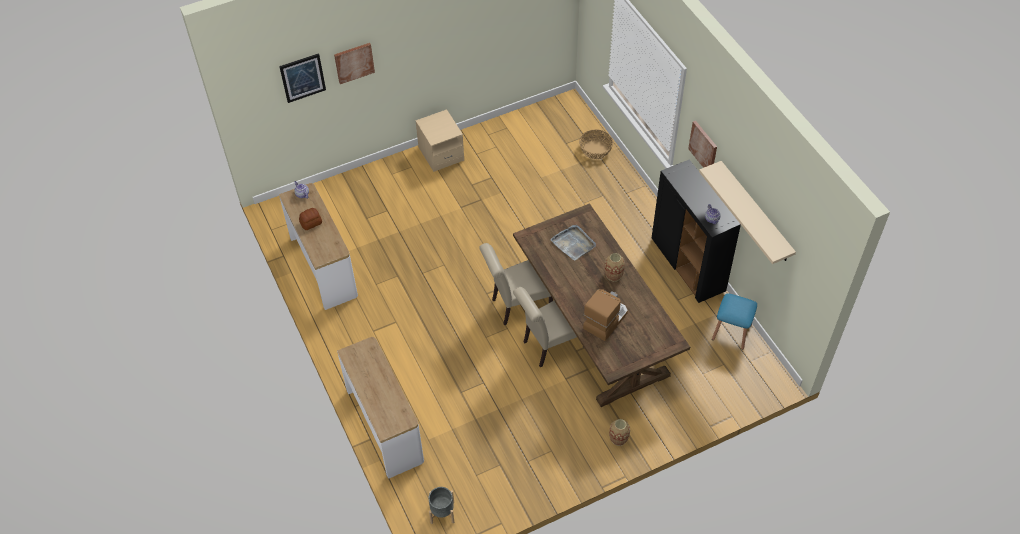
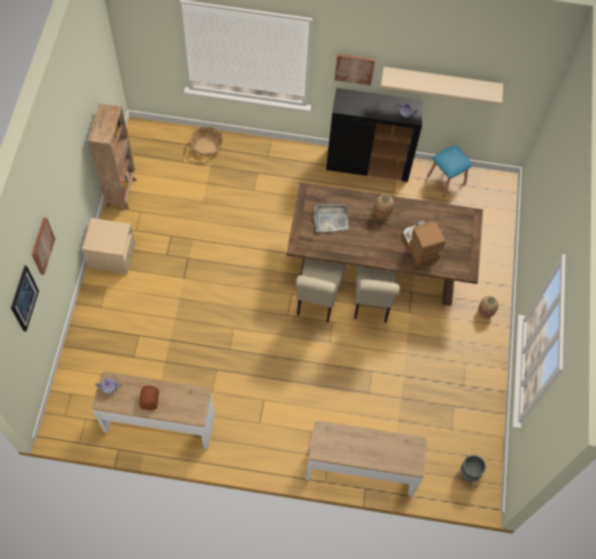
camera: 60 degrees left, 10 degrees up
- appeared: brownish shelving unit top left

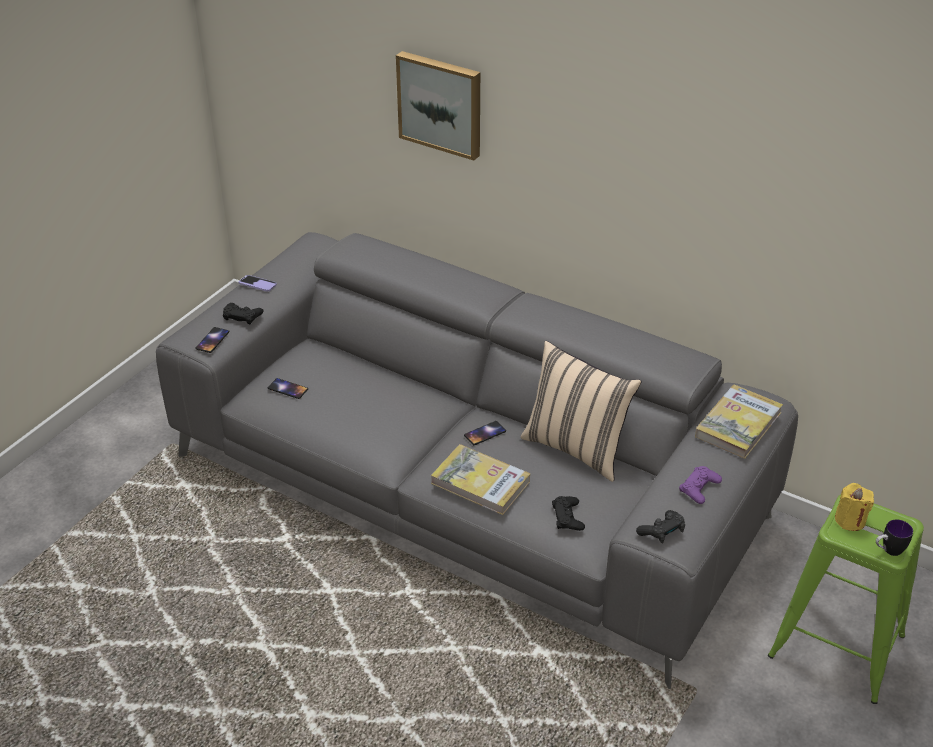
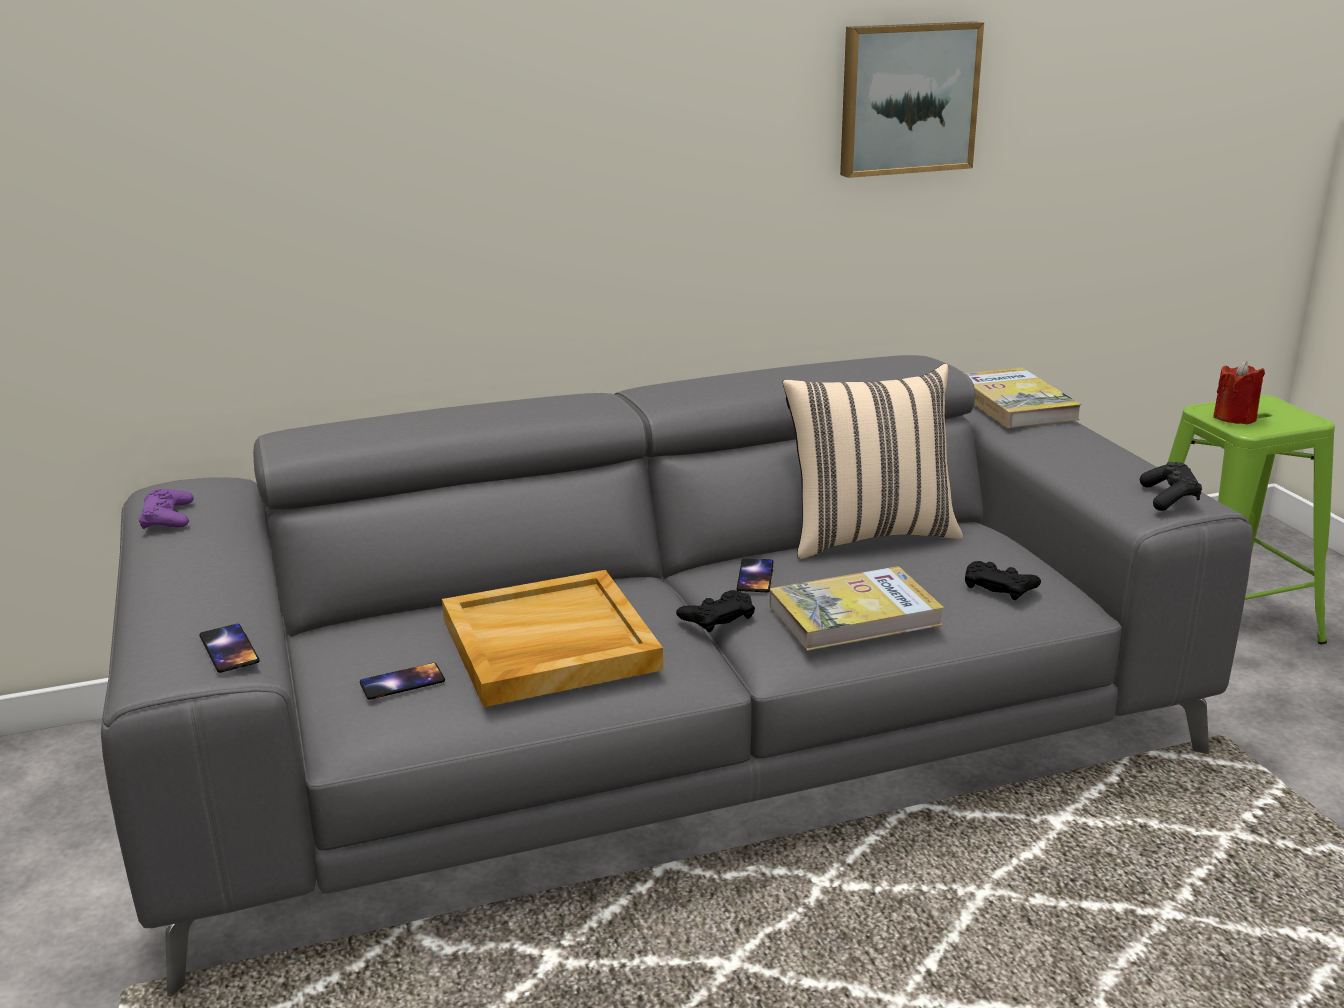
camera: 50 degrees left, 15 degrees down
- missing: telephone (no. 2 from left) middle left
- missing: coffee mug bottom right
- appeared: sand-coloured carrying tray centre
- relocated: black game controller (no. 1 from left) middle left to centre
- relocated: wall art top centre to top right
- relocated: purple game controller middle right to middle left
- colour: yellow wax candle bottom right to reddish wax candle middle right

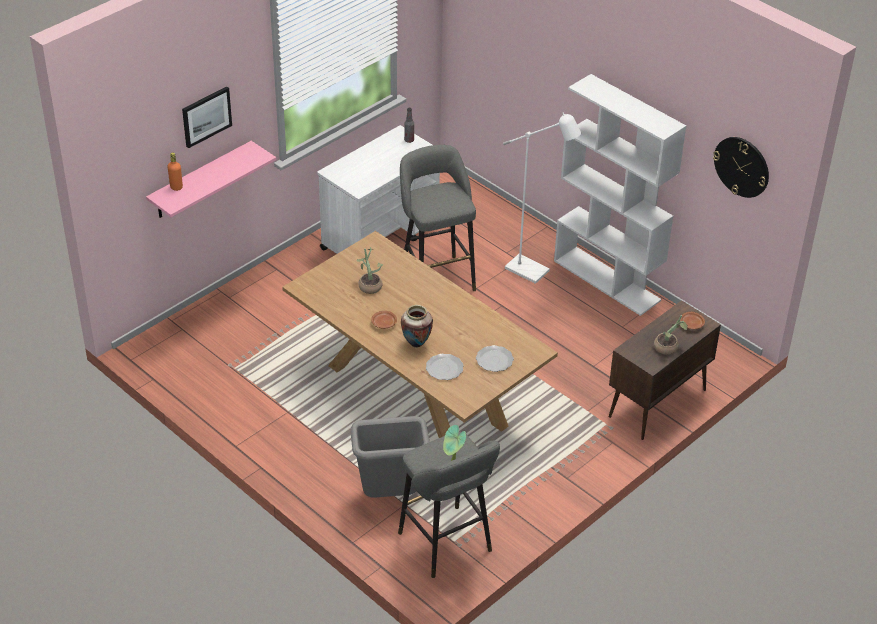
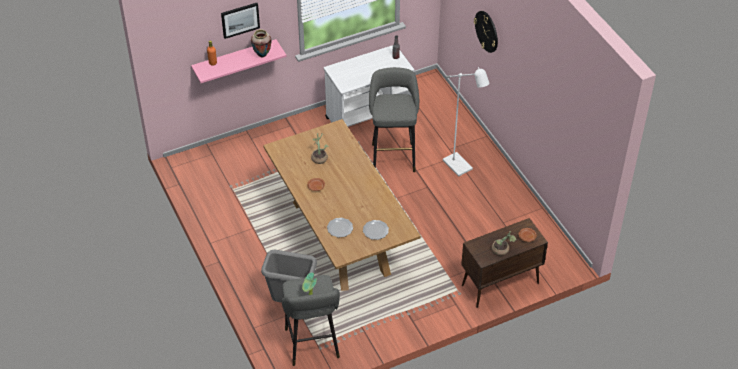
camera: 20 degrees right, 5 degrees up
- missing: white shelving unit top right
- relocated: flower vase centre to top centre
- relocated: wall clock top right to top centre

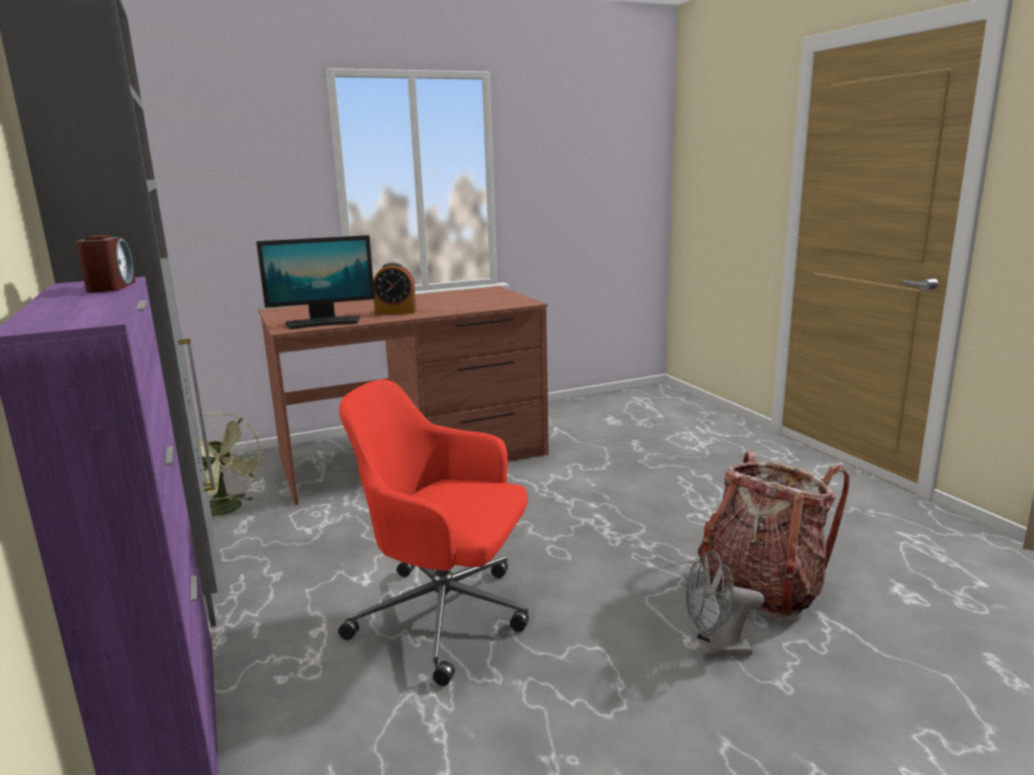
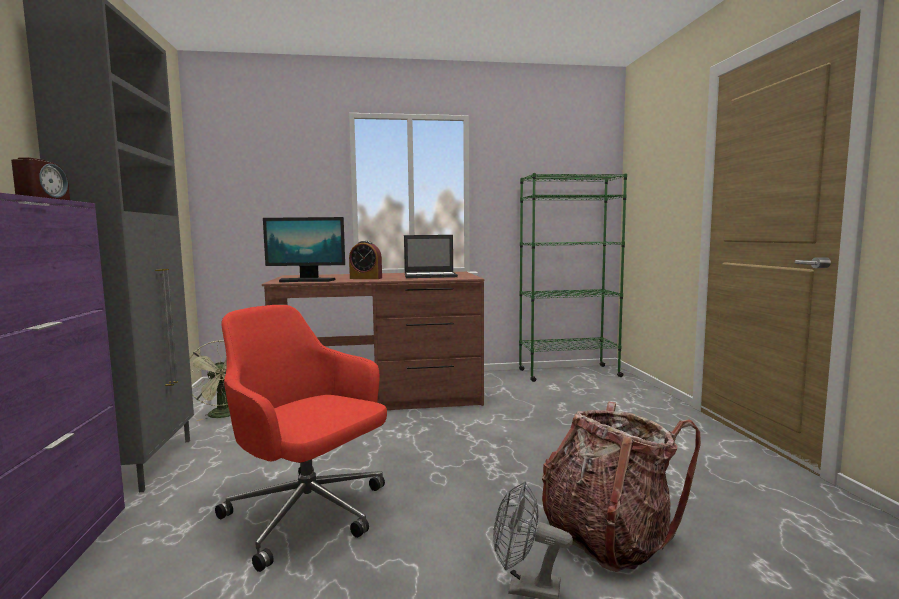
camera: 15 degrees right, 10 degrees down
- appeared: laptop centre
- appeared: green shelving unit centre

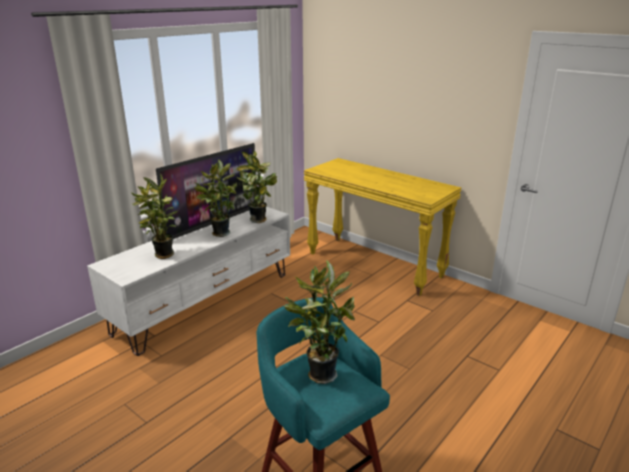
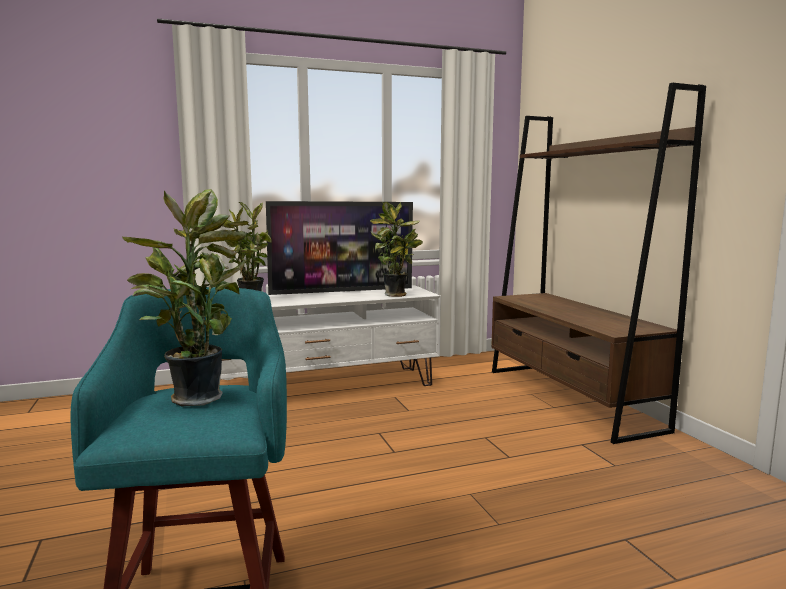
camera: 30 degrees right, 15 degrees down
- missing: houseplant (no. 2 from left) centre
- exchanged: yellow hall table centre to brownish shelving unit middle right

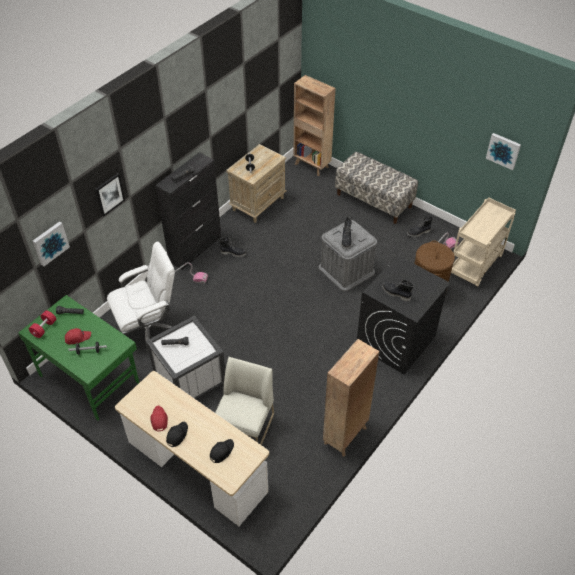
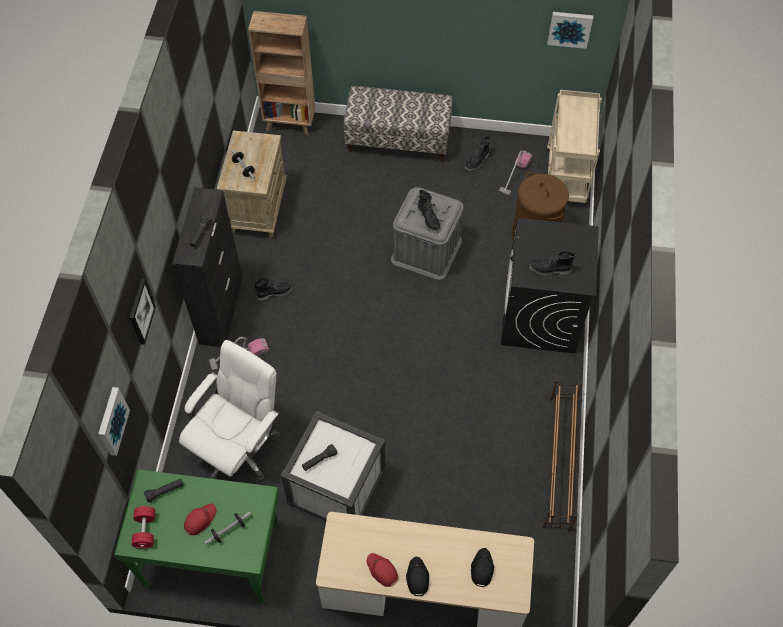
camera: 30 degrees left, 10 degrees up
- missing: white plain chair bottom centre
- exchanged: brownish shelving unit (no. 2 from left) bottom centre to brownish shoe shelf bottom right

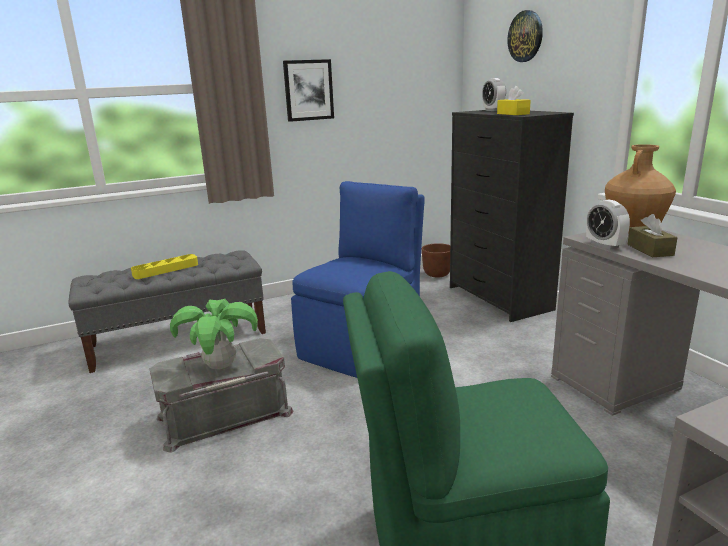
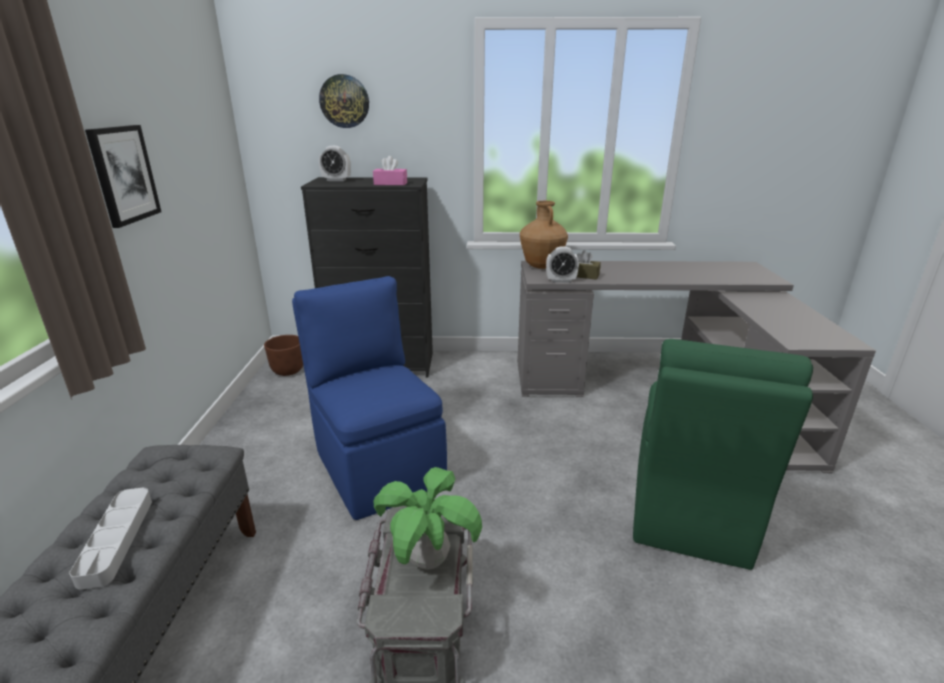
camera: 65 degrees left, 5 degrees up
- colour: yellow carrying tray middle left to gray carrying tray bottom left
- colour: yellow tissue holder top right to pink tissue holder top centre

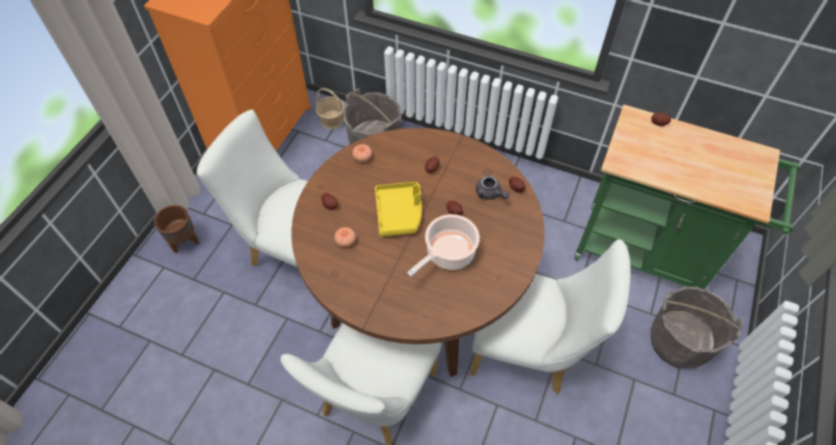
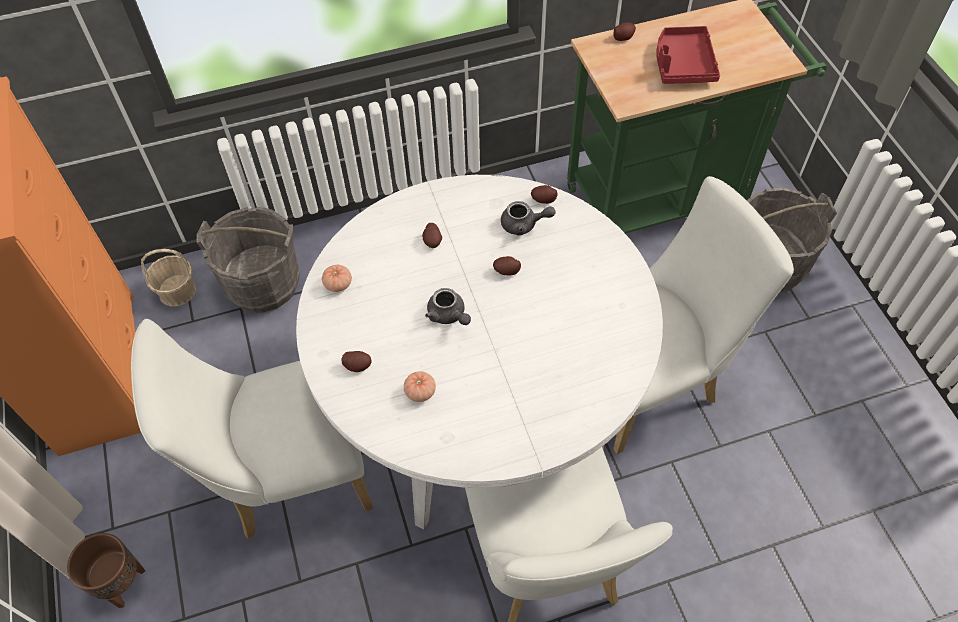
camera: 40 degrees left, 0 degrees up
- missing: saucepot centre
- appeared: reddish carrying tray top right
- exchanged: yellow carrying tray centre to gray pot for tea (no. 1 from left) centre
- colour: brownish dining table centre to white dining table centre

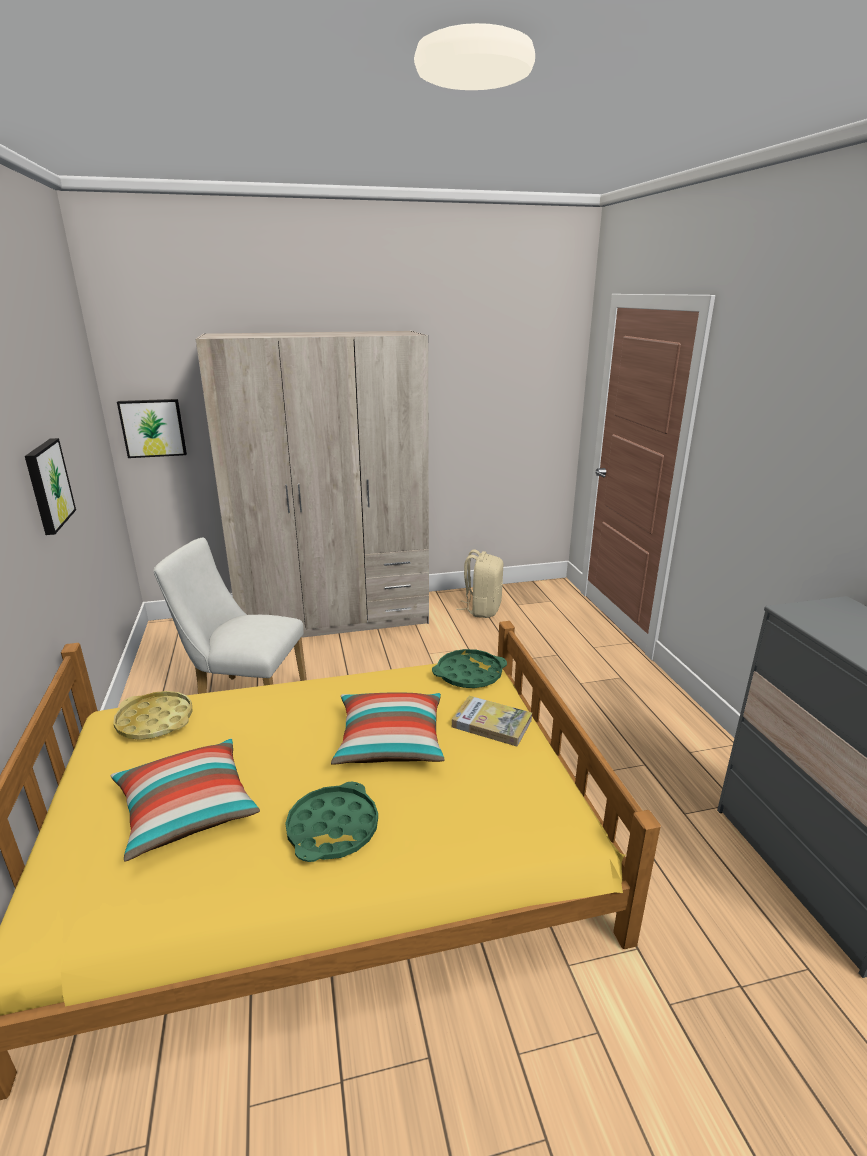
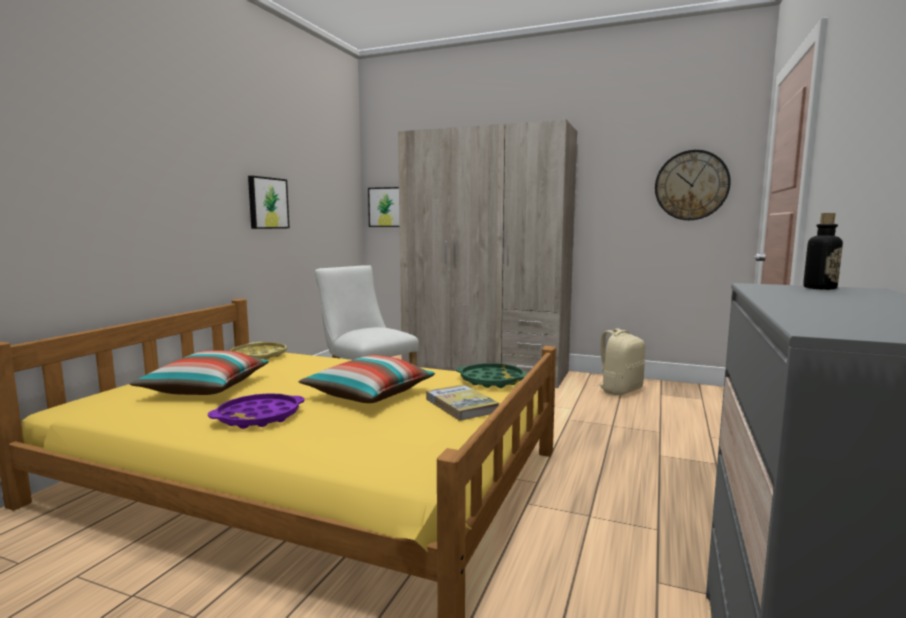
camera: 35 degrees right, 15 degrees down
- appeared: wall clock top right
- appeared: beverage bottle middle right
- colour: green carrying tray (no. 1 from left) bottom centre to purple carrying tray middle left

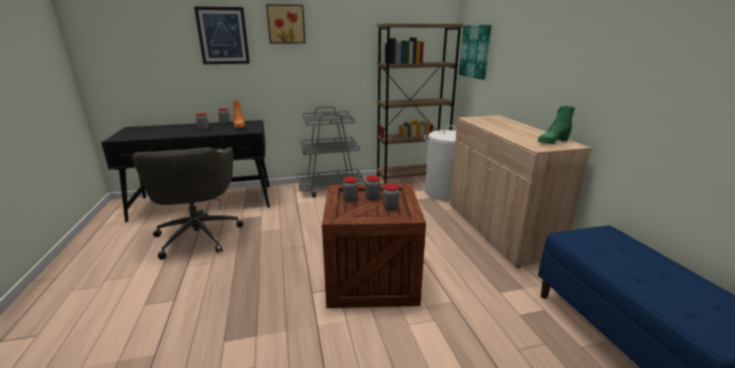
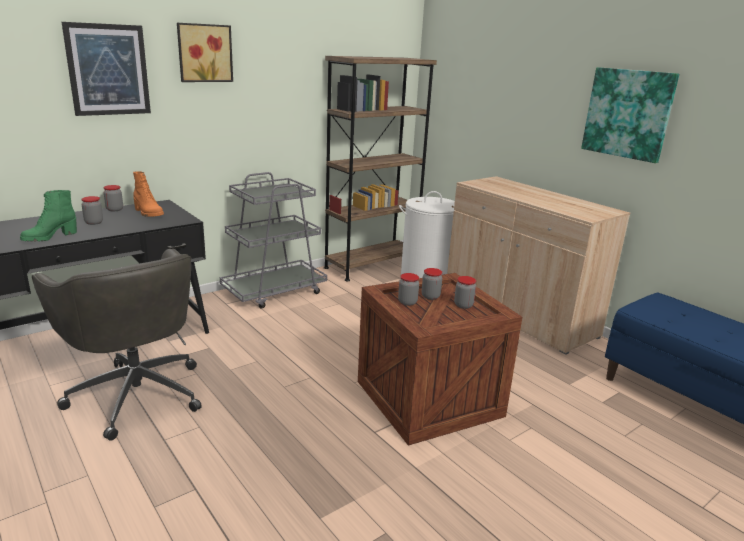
camera: 25 degrees left, 0 degrees up
- relocated: wall art (no. 3 from left) top centre to top right
- relocated: green tall boot middle right to middle left

